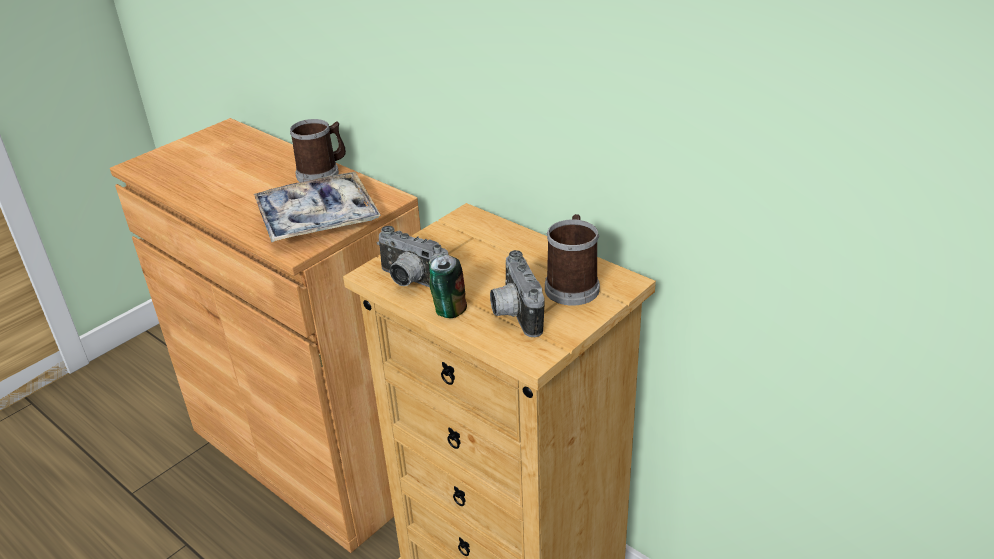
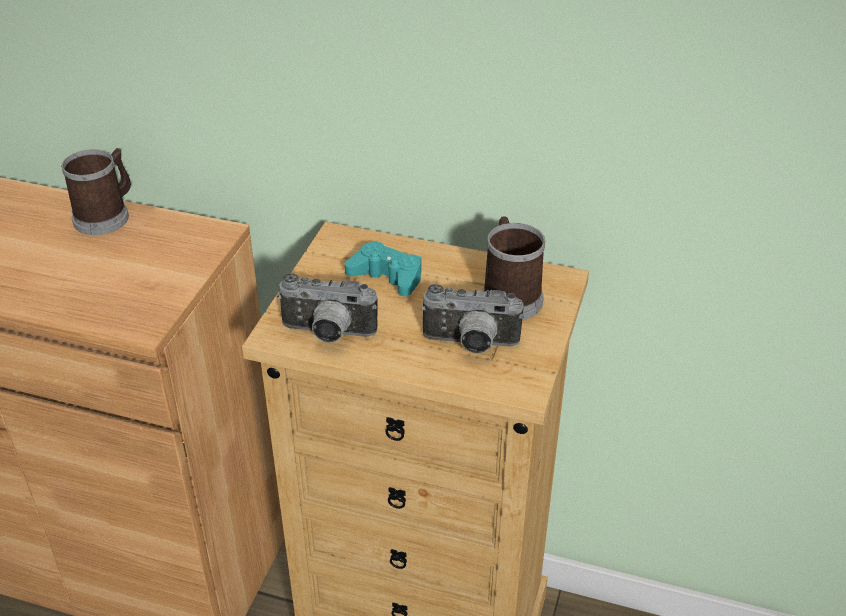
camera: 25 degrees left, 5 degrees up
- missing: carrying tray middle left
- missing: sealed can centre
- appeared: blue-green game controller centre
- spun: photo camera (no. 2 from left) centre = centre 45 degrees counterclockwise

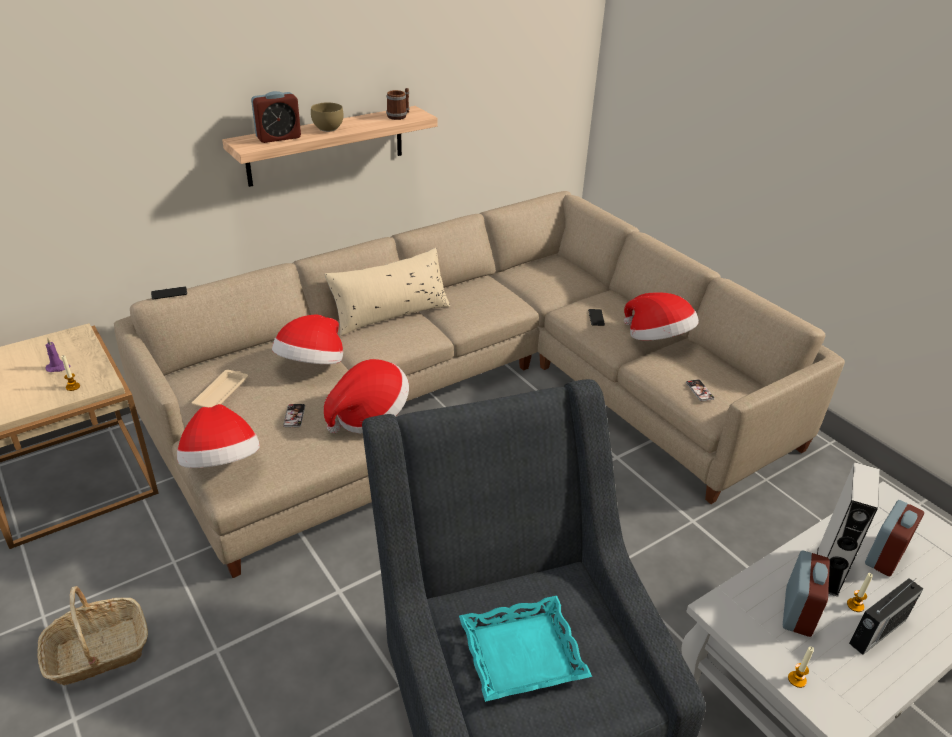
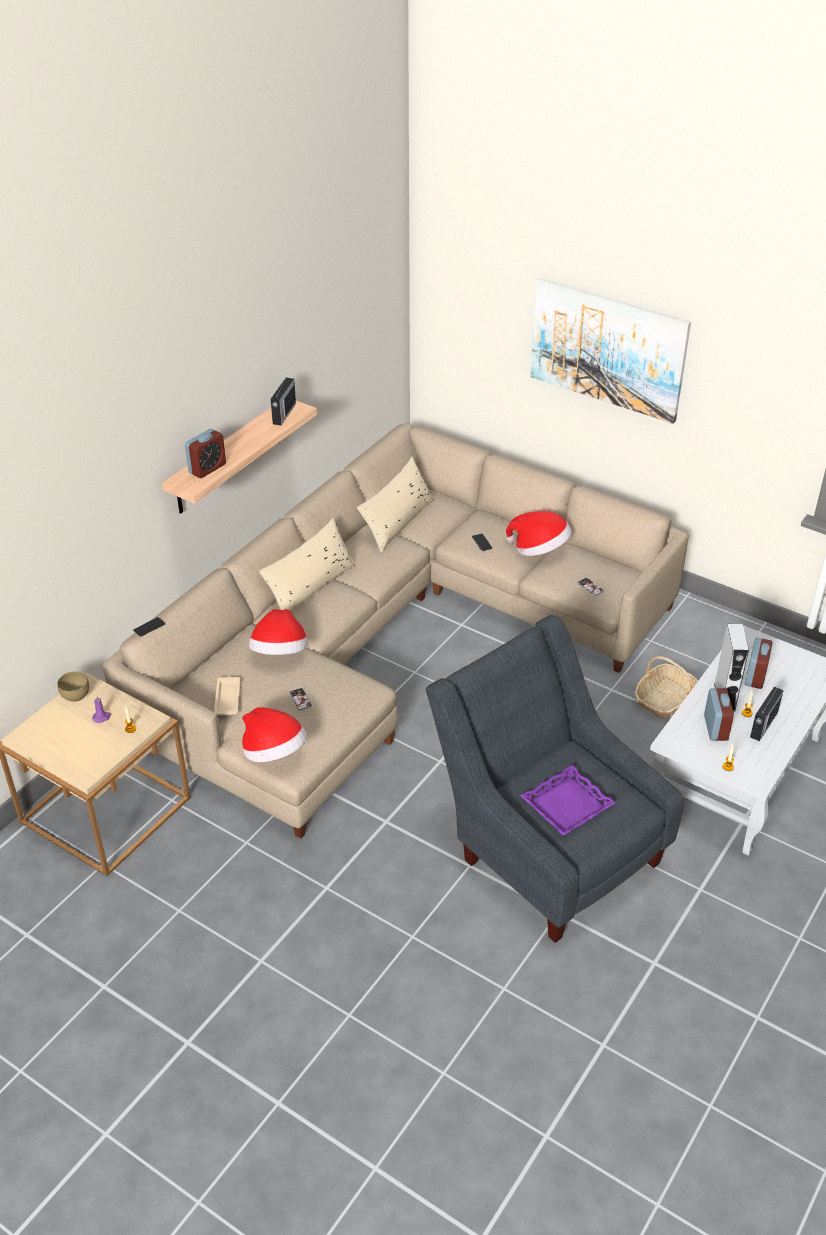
camera: 20 degrees left, 5 degrees up
- missing: wearable hat (no. 3 from left) centre
- appeared: sand-coloured throw pillow (no. 2 from left) centre
- appeared: wall art top right
- relocated: household basket bottom left to middle right
- relocated: brownish serving bowl top centre to middle left
- exchanged: coffee mug top centre to radio (no. 1 from left) top centre
- colour: blue-green carrying tray bottom centre to purple carrying tray middle right

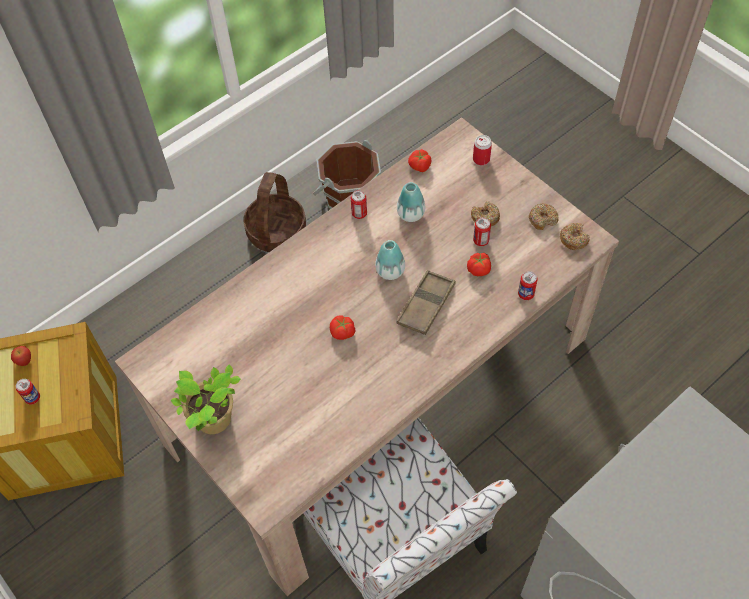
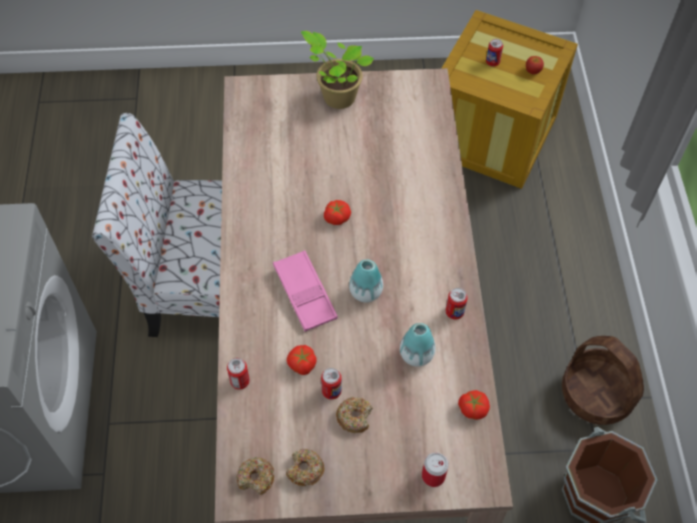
camera: 125 degrees right, 0 degrees up
- colour: brownish carrying tray centre to pink carrying tray centre

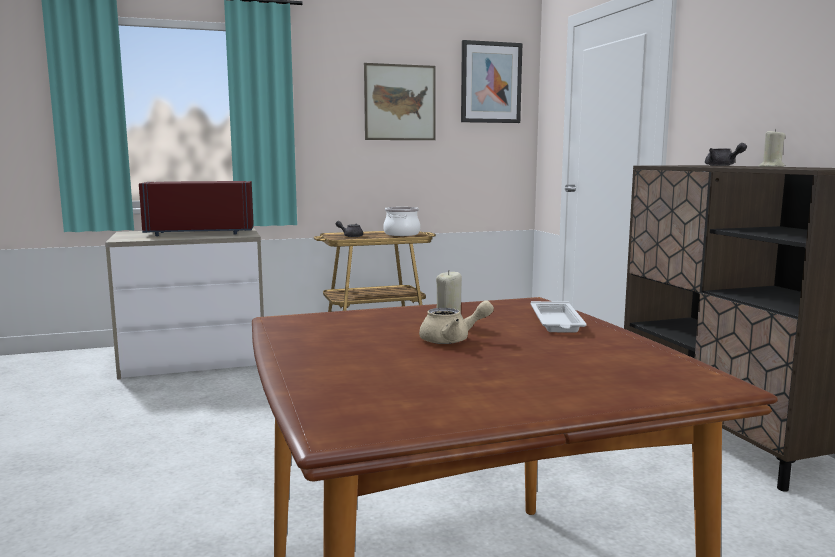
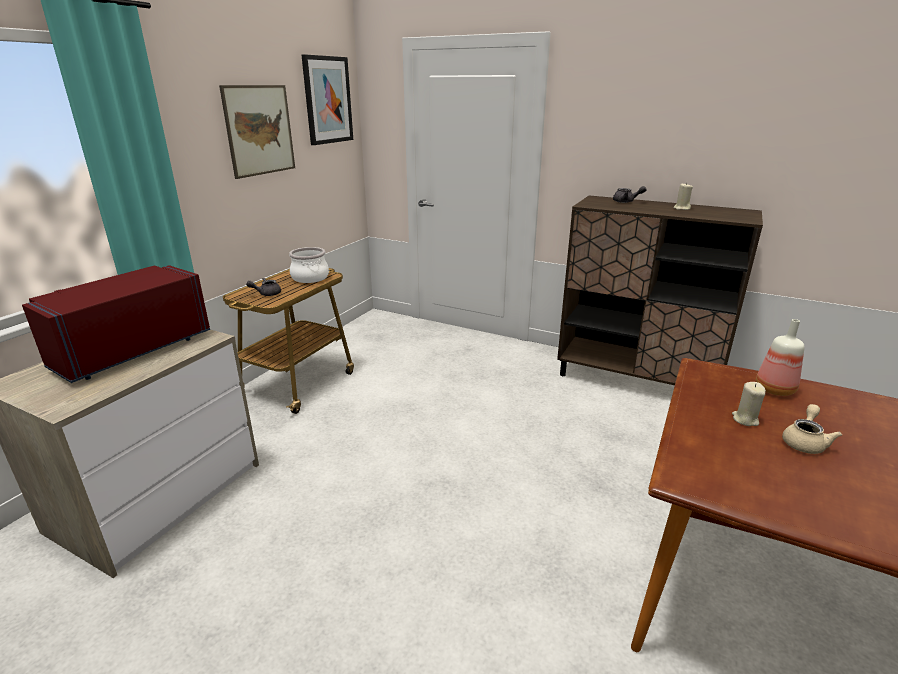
camera: 45 degrees left, 15 degrees up
- exchanged: white carrying tray middle right to beverage bottle middle right

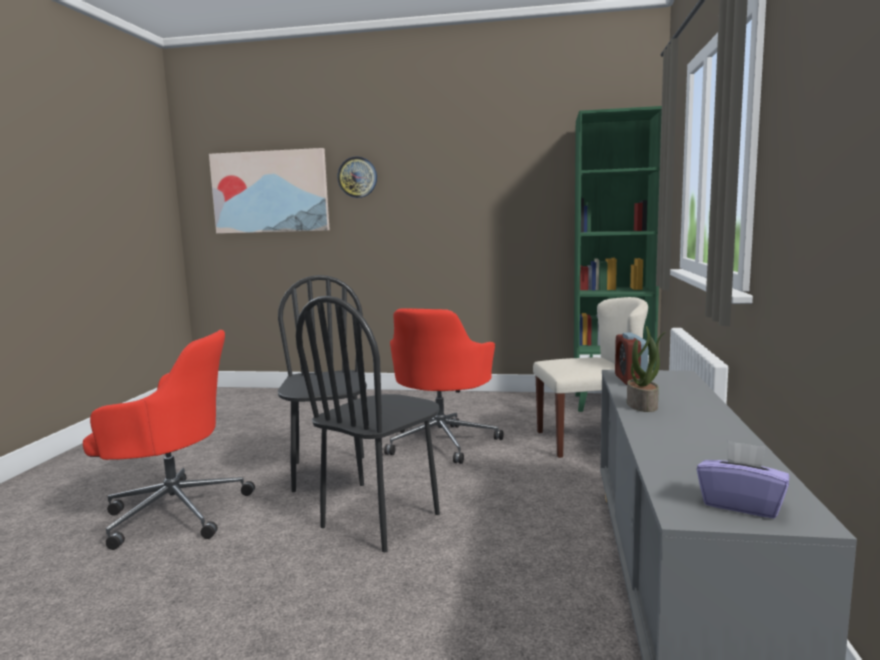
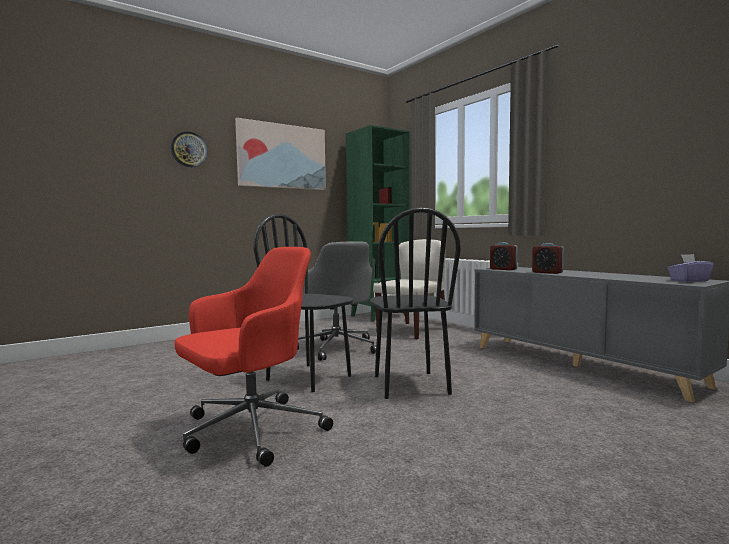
camera: 45 degrees left, 5 degrees down
- relocated: wall art top left to top centre
- exchanged: houseplant middle right to table clock (no. 2 from left) middle right
- colour: reddish computer chair (no. 2 from left) centre to gray computer chair centre

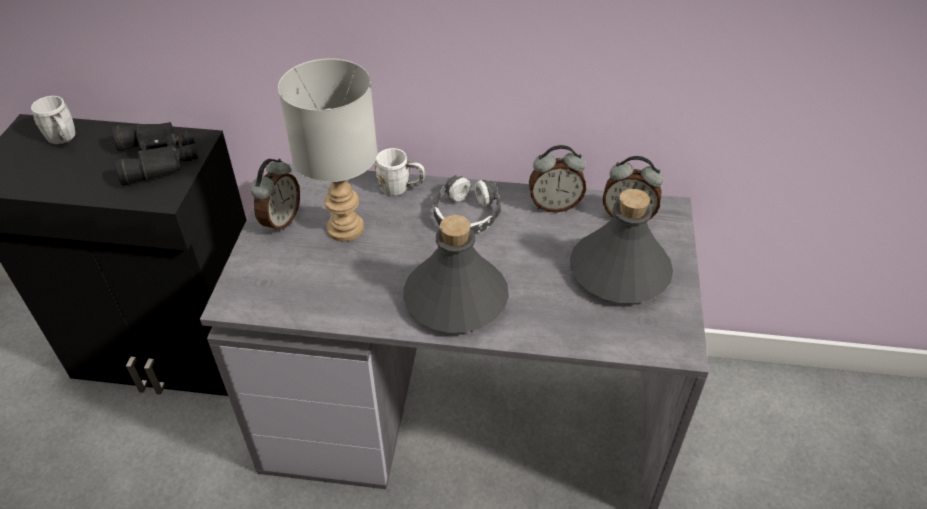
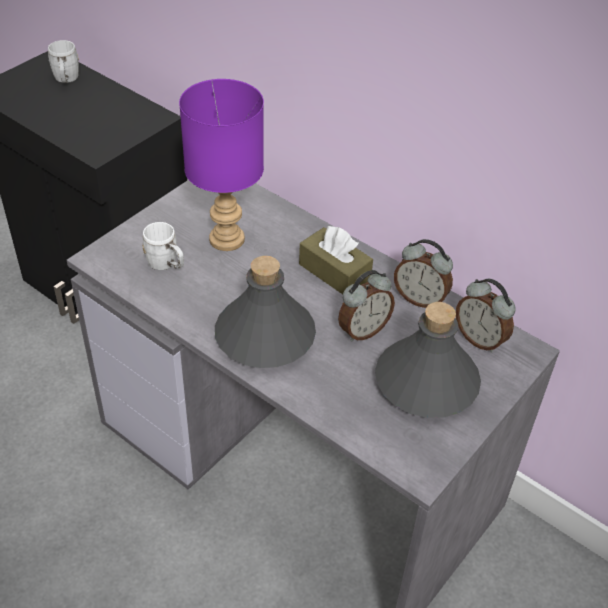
camera: 30 degrees right, 0 degrees up
- missing: black pair of binoculars top left
- relocated: table clock (no. 1 from left) middle left to centre
- relocated: white coffee mug (no. 2 from left) centre to middle left
- exchanged: headphones centre to brownish tissue holder centre
- colour: gray lamp for a table top centre to purple lamp for a table top centre

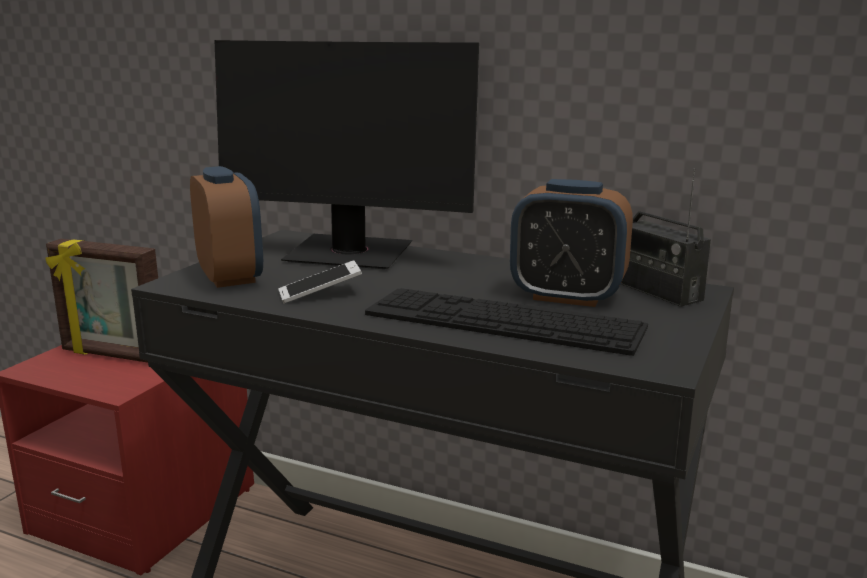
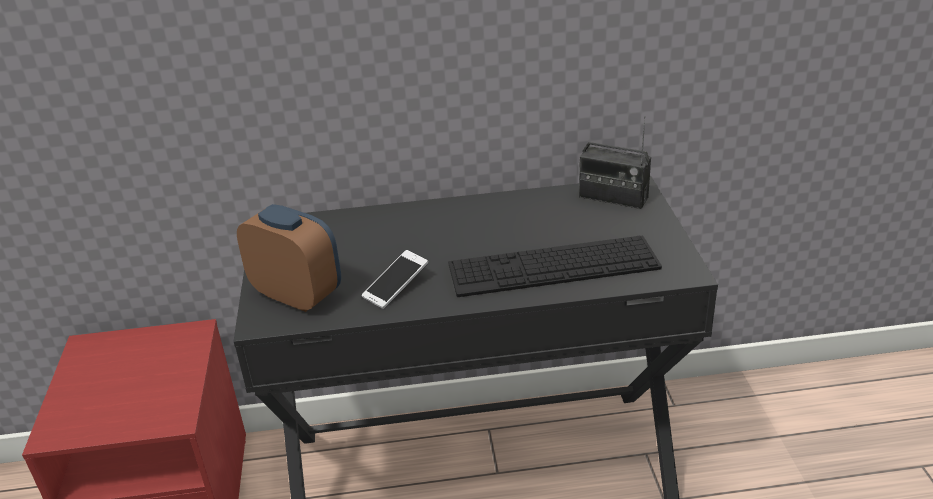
camera: 30 degrees left, 15 degrees up
- missing: photo frame middle left
- missing: computer screen top centre
- missing: table clock (no. 2 from left) centre

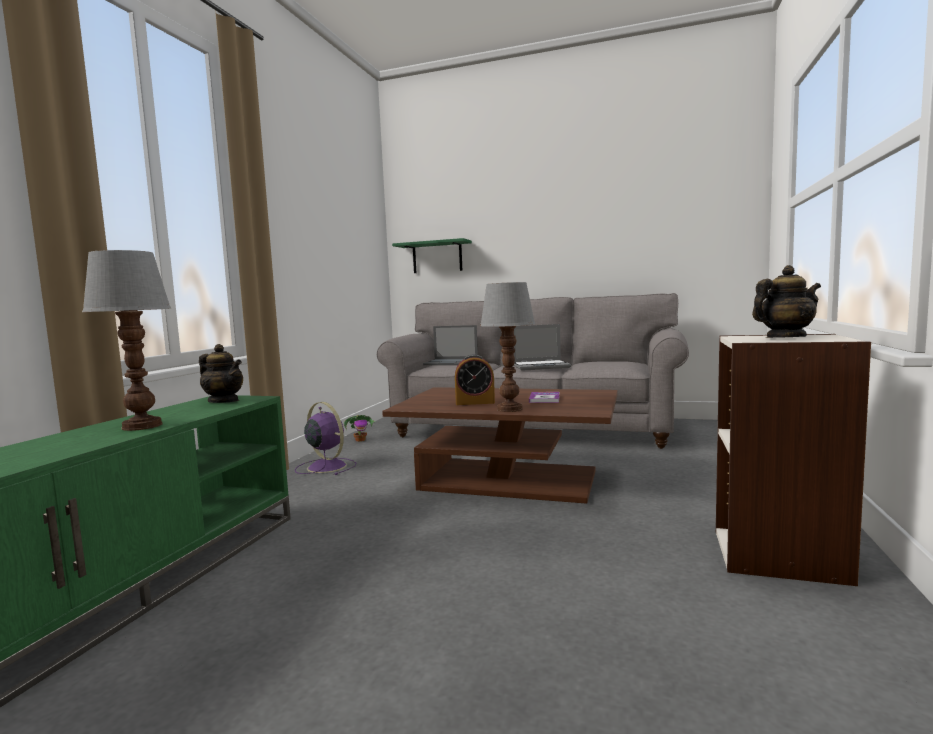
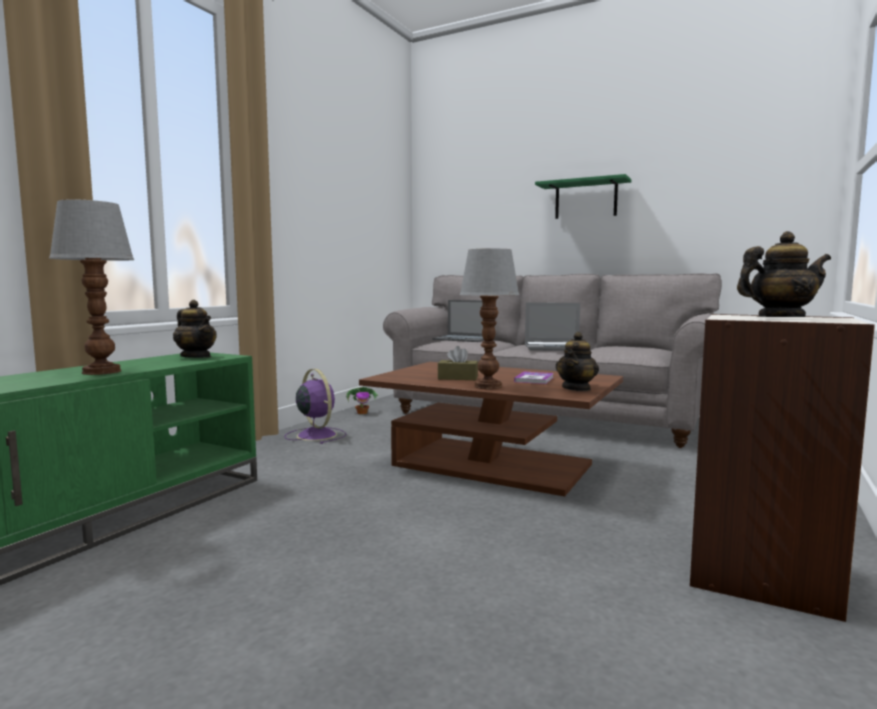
camera: 10 degrees right, 0 degrees up
- appeared: pot for tea (no. 2 from left) centre
- relocated: green wall shelf centre to top centre
- exchanged: table clock centre to brownish tissue holder centre

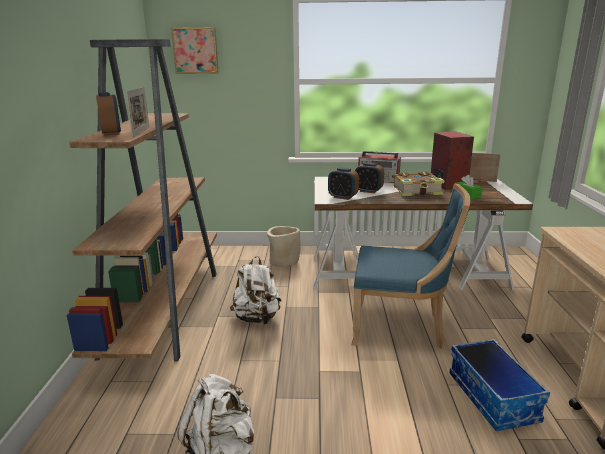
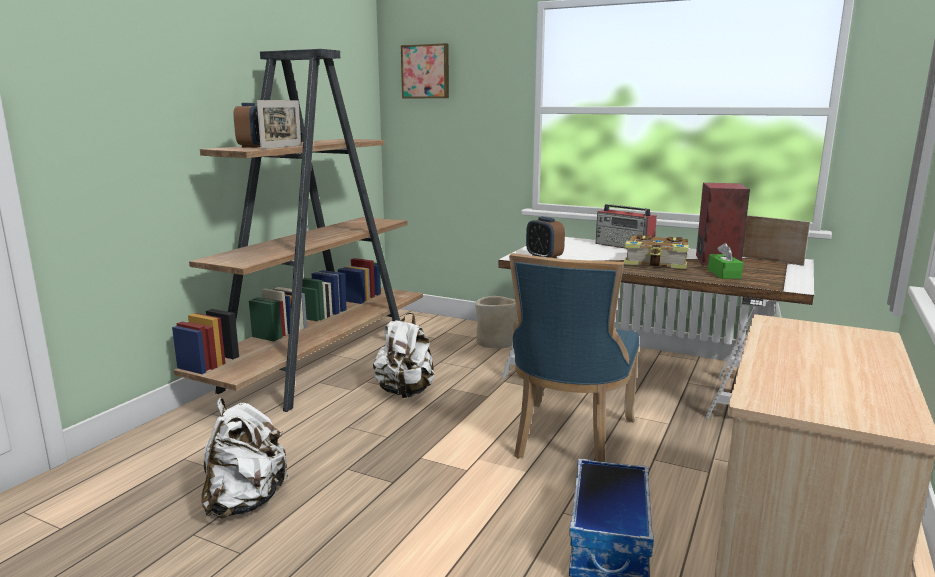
camera: 25 degrees right, 5 degrees down
- missing: table clock (no. 3 from left) centre
- spun: blue plain chair middle right = centre 75 degrees clockwise

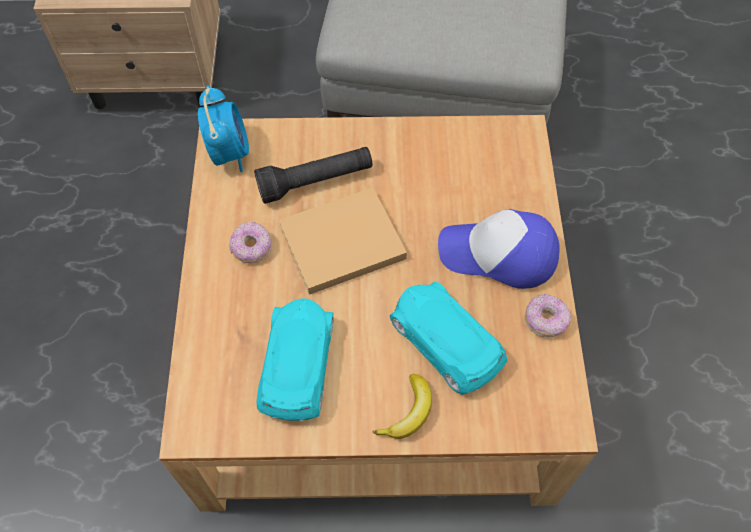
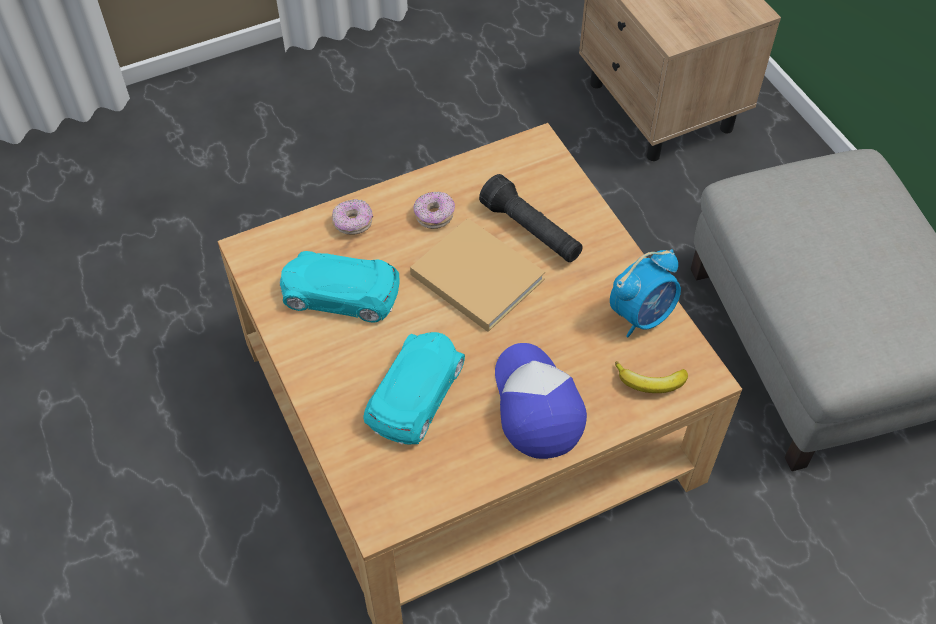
camera: 65 degrees right, 5 degrees down
- relocated: table clock top left to middle right
- relocated: banana bottom centre to middle right
- relocated: ring doughnut (no. 2 from left in the first image) middle right to ring doughnut (no. 1 from left) centre
- spun: blue-green model car (no. 1 from left) bottom centre = centre 150 degrees counterclockwise

